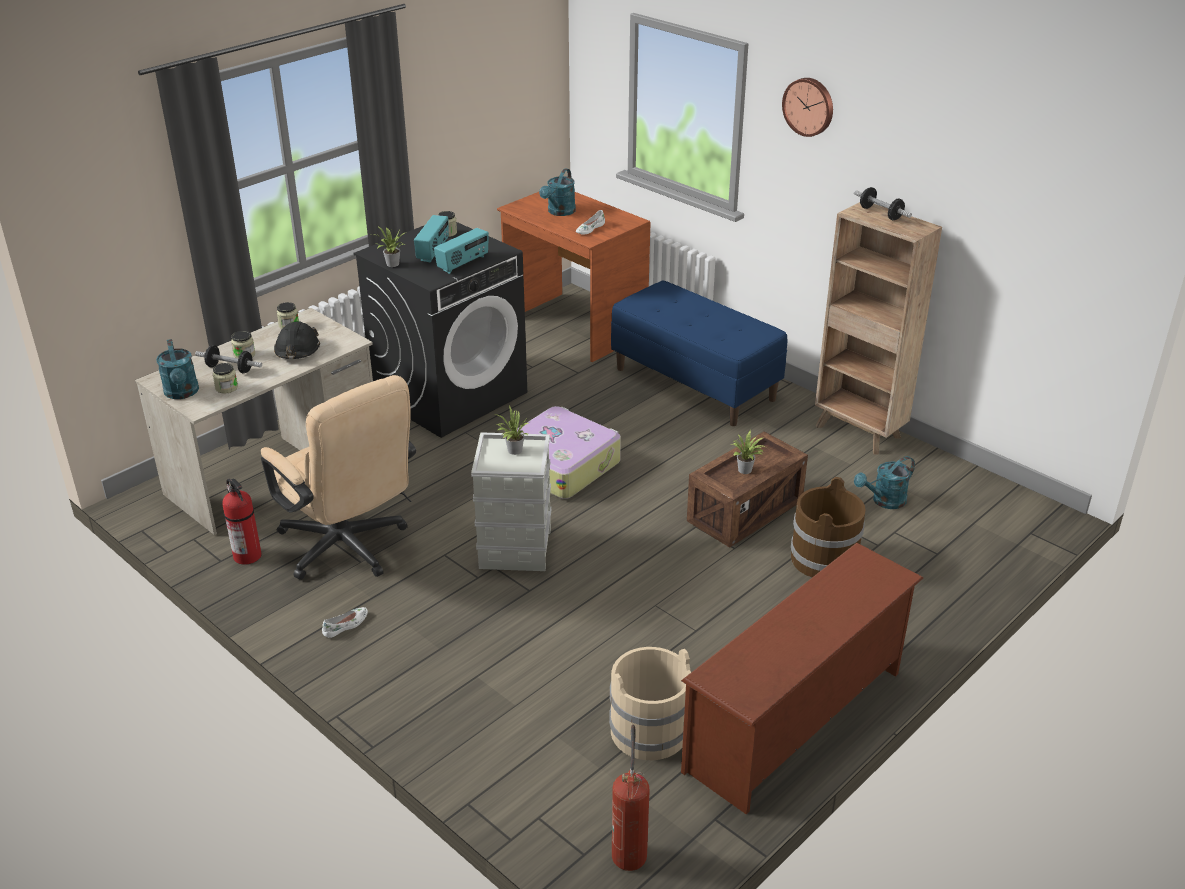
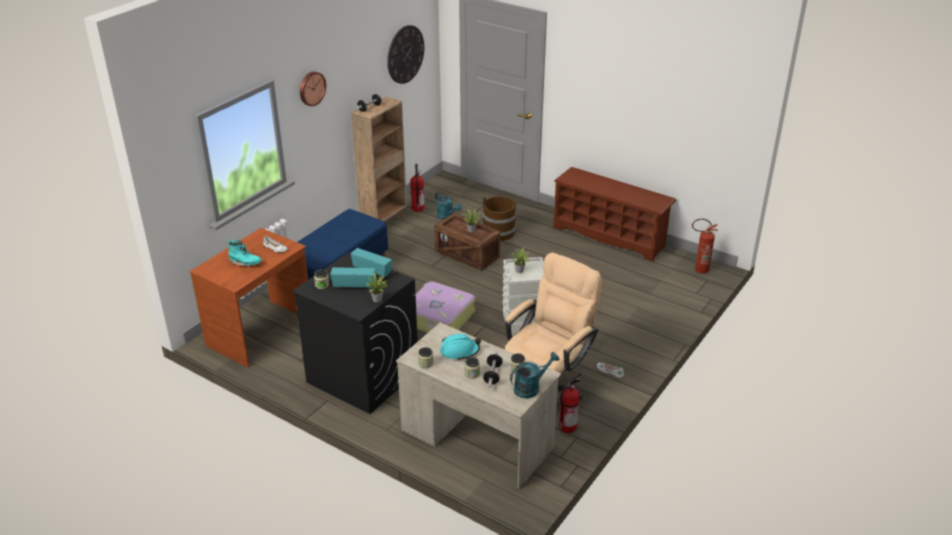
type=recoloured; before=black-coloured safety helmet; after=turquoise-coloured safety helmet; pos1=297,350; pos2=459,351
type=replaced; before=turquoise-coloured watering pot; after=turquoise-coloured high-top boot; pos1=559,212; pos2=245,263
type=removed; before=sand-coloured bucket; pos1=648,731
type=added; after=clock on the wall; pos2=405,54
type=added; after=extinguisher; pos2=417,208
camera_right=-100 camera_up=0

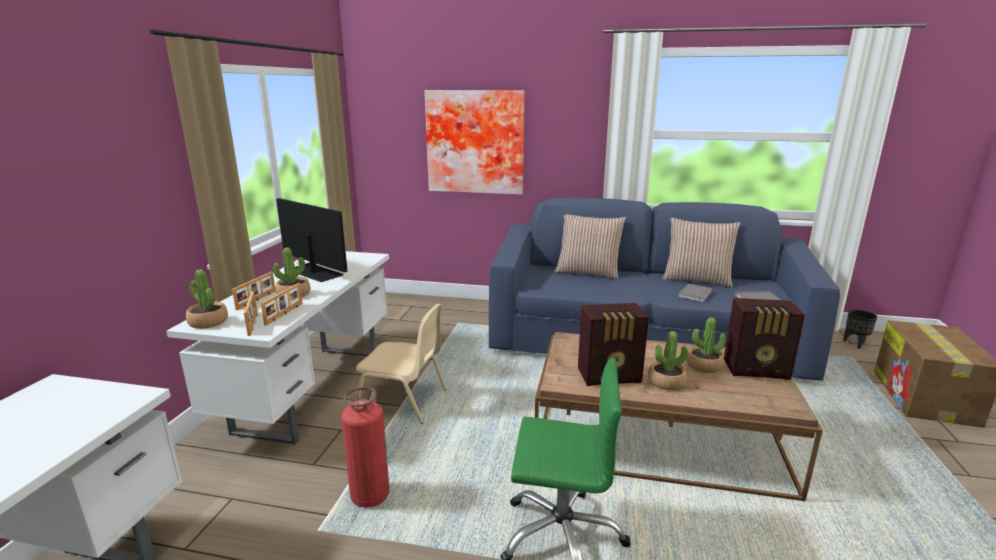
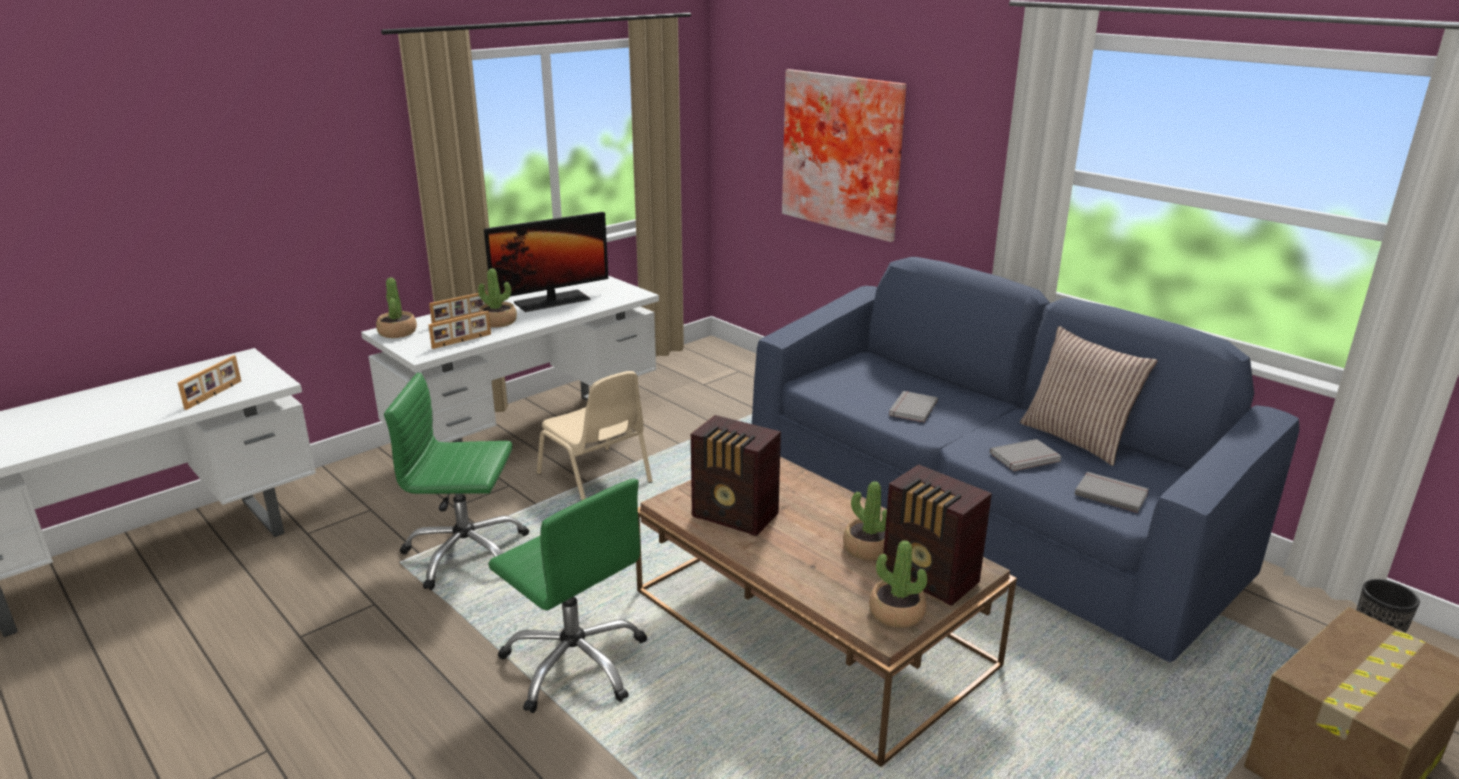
type=moved; before=photo frame; pos1=253,323; pos2=214,395
type=turned; before=monitor; pos1=315,272; pos2=552,301; turn=75
type=replaced; before=extinguisher; after=green computer chair; pos1=370,496; pos2=466,554
type=removed; before=throw pillow; pos1=588,272
type=moved; before=houseplant; pos1=666,382; pos2=896,613
type=added; after=grey bound book; pos2=911,408
camera_right=35 camera_up=5

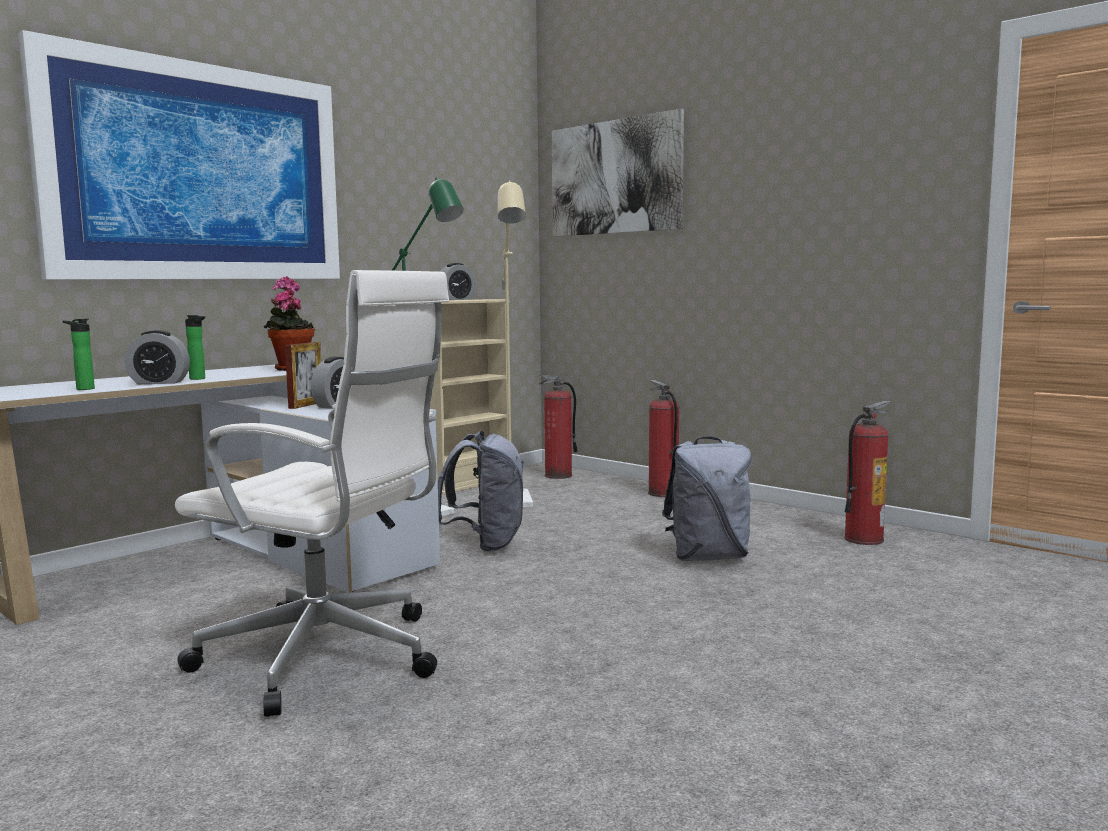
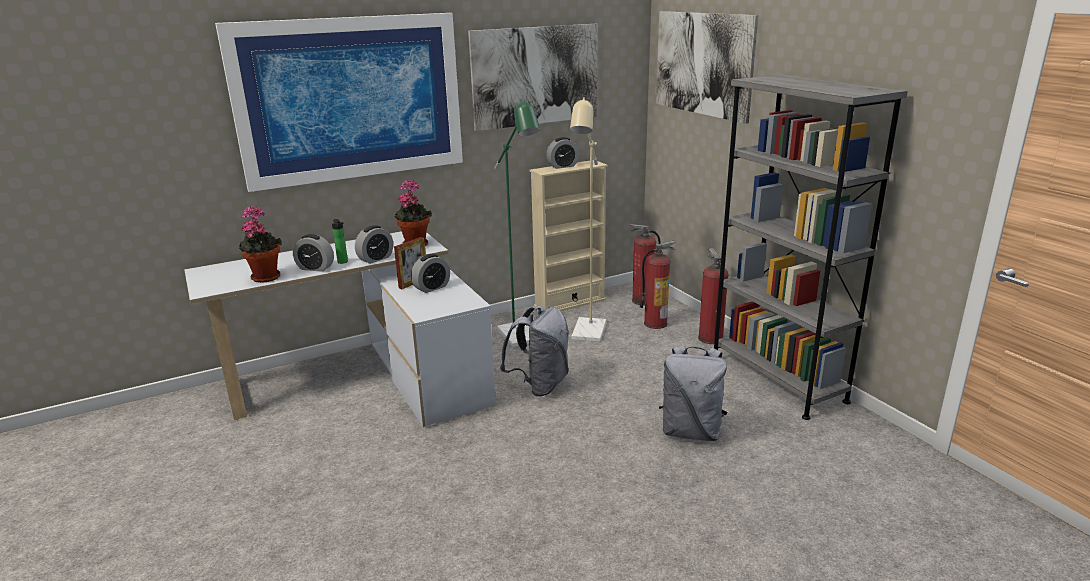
type=replaced; before=beverage bottle; after=houseplant; pos1=82,389; pos2=265,276
type=removed; before=white-coloured computer chair; pos1=328,658
type=moved; before=extinguisher; pos1=863,539; pos2=655,323
type=added; after=table clock; pos2=375,259
type=added; after=picture; pos2=536,76
type=added; after=grey bookcase; pos2=777,379
camera_right=20 camera_up=15

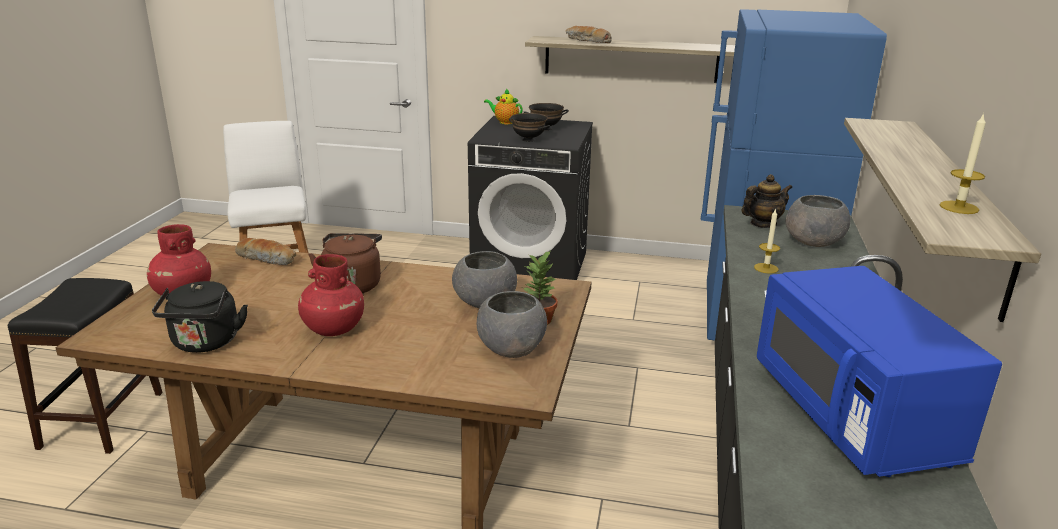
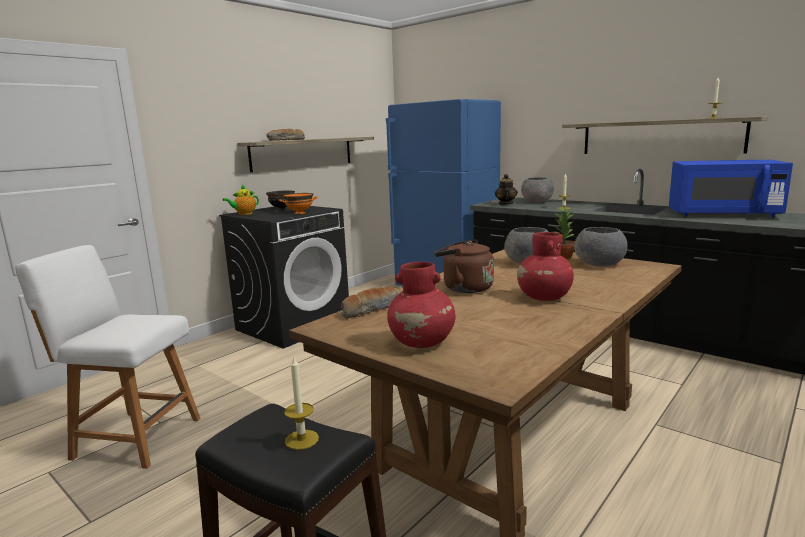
type=removed; before=black-coloured water kettle; pos1=205,343
type=recoloured; before=black-coloured bowl; after=orange bowl; pos1=528,140; pos2=299,213
type=added; after=wax light; pos2=301,439
camera_right=-60 camera_up=-10

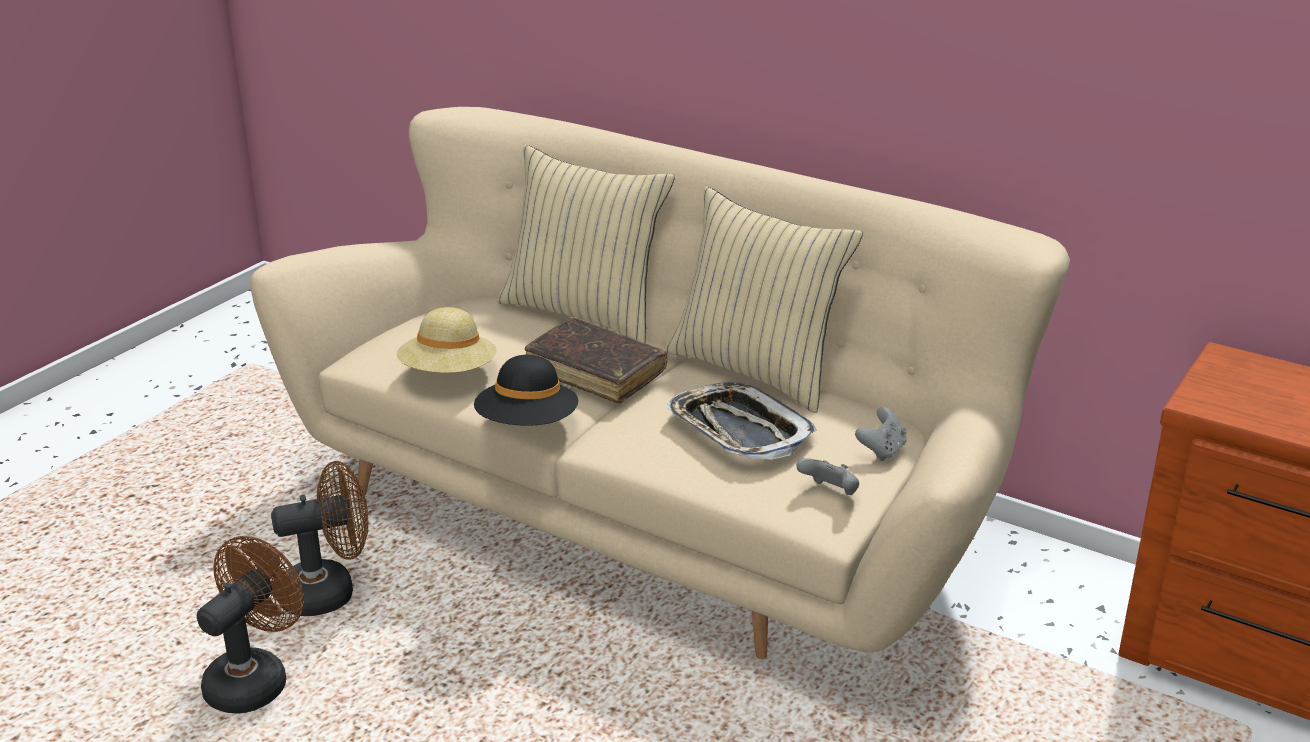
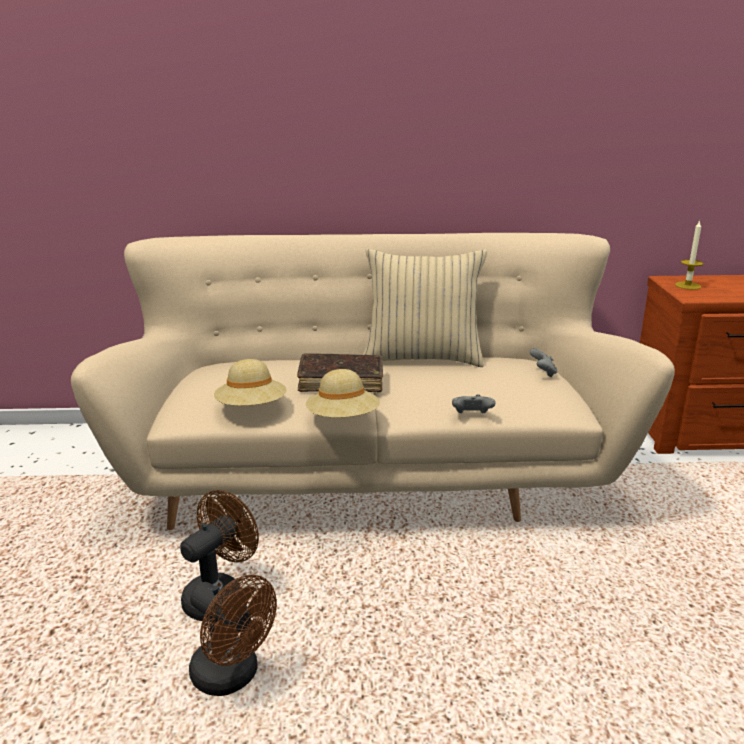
type=turned; before=brownish electric fan; pos1=254,679; pos2=232,677; turn=135
type=recoloured; before=black-coloured wearable hat; after=sand-coloured wearable hat; pos1=527,425; pos2=343,419
type=removed; before=sand-coloured throw pillow; pos1=584,313
type=removed; before=serving tray; pos1=738,431
type=moved; before=grey joypad; pos1=830,493; pos2=472,416
type=added; after=wax light; pos2=687,285
camera_right=-35 camera_up=-5

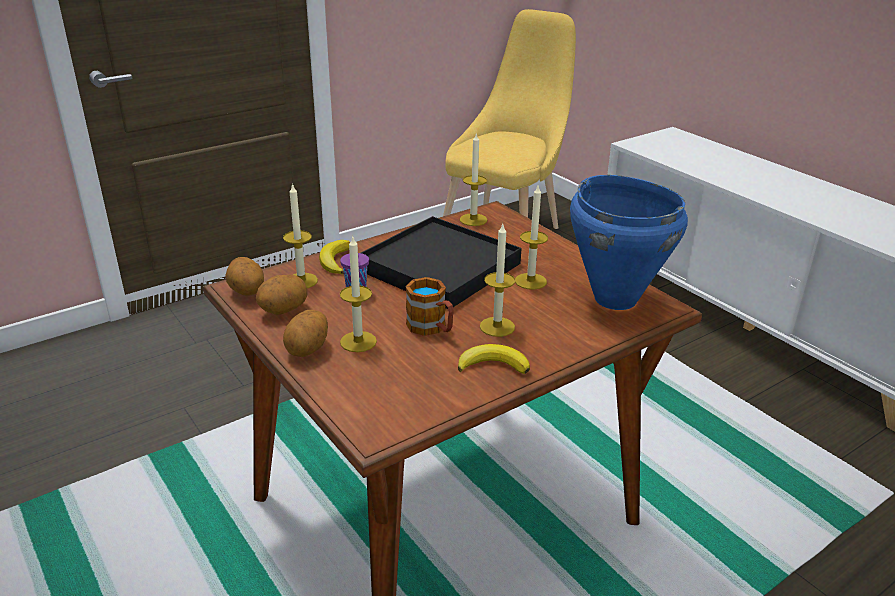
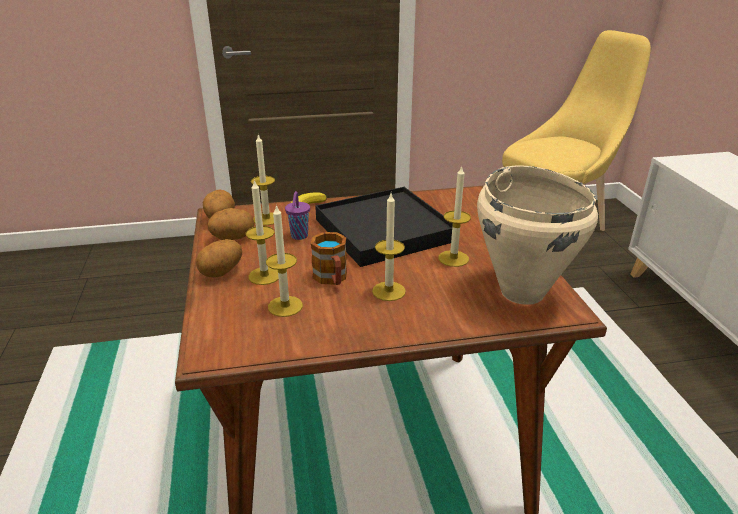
type=removed; before=banana; pos1=493,365
type=moved; before=wax light; pos1=473,220; pos2=285,306
type=recoloured; before=blue-coloured cooking pot; after=sand-coloured cooking pot; pos1=615,298; pos2=522,292
camera_right=25 camera_up=0

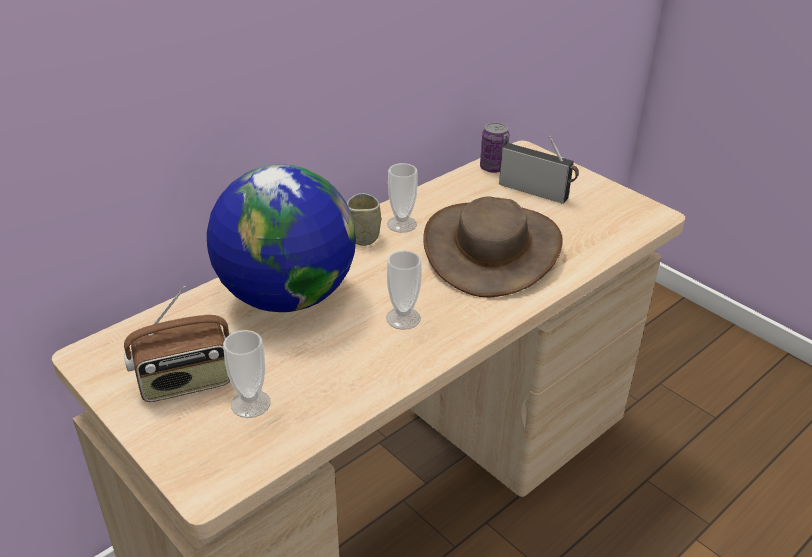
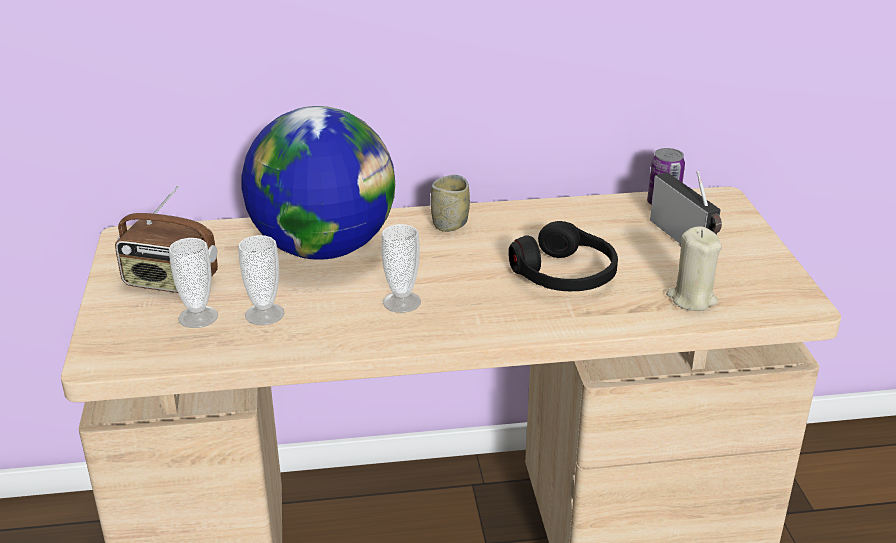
type=moved; before=cup; pos1=402,224; pos2=264,314
type=replaced; before=brownish wearable hat; after=black-coloured headphones; pos1=492,249; pos2=565,275
type=added; after=sand-coloured wax light; pos2=691,299
camera_right=35 camera_up=-5

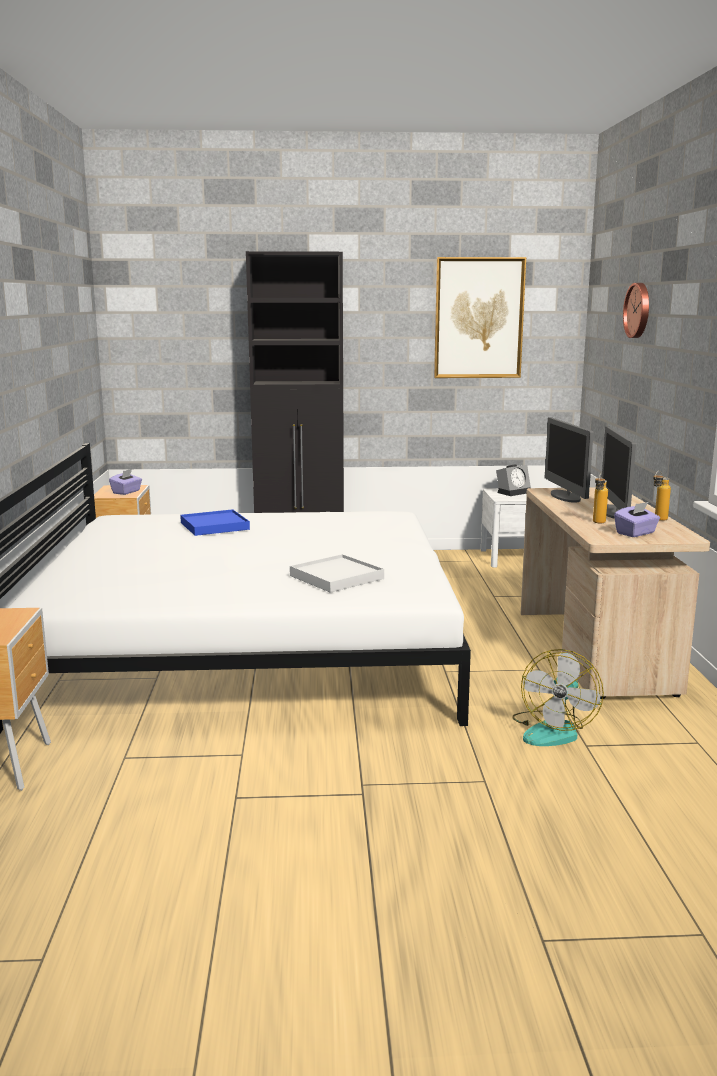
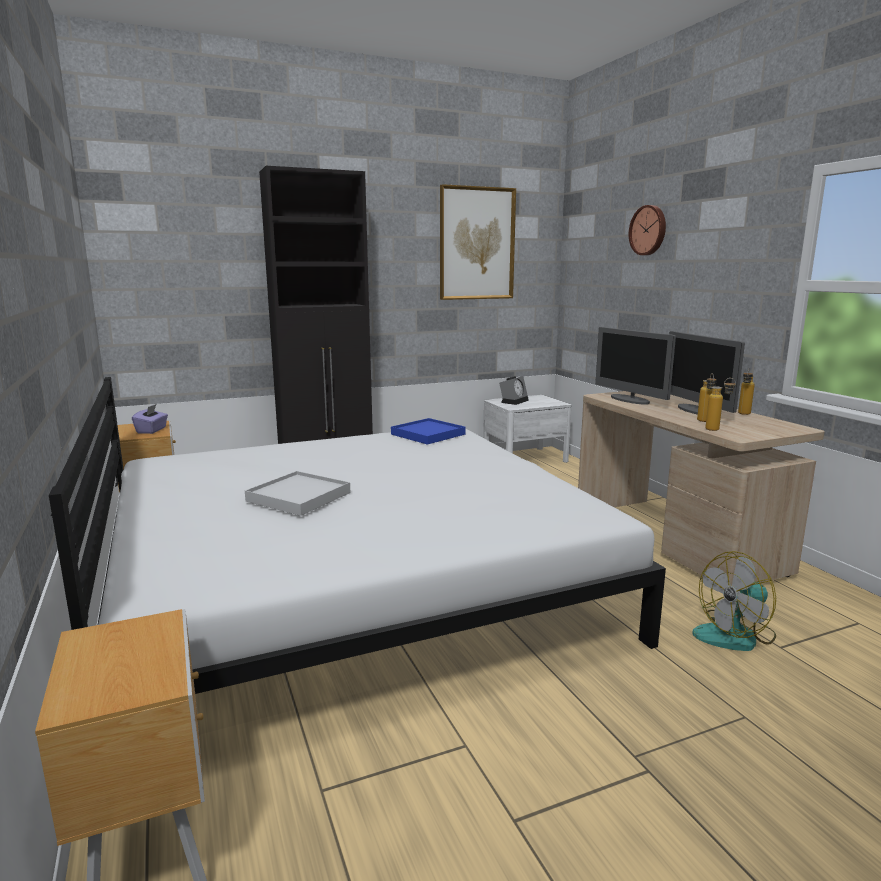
type=moved; before=blue-coloured serving tray; pos1=214,526; pos2=428,434
type=moved; before=white-coloured serving tray; pos1=336,577; pos2=298,497
type=turned; before=electric fan; pos1=553,730; pos2=735,635; turn=60
type=removed; before=purple tissue box; pos1=636,533
type=added; after=beverage bottle; pos2=717,429
camera_right=-20 camera_up=0

